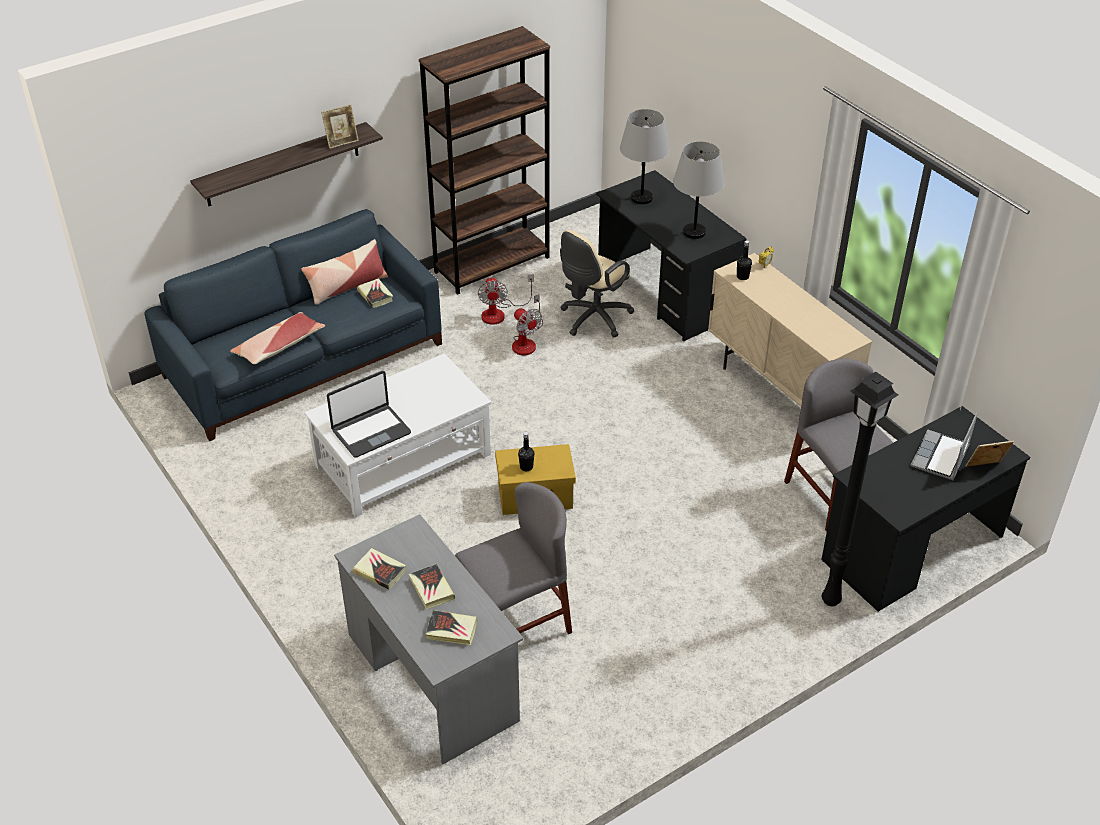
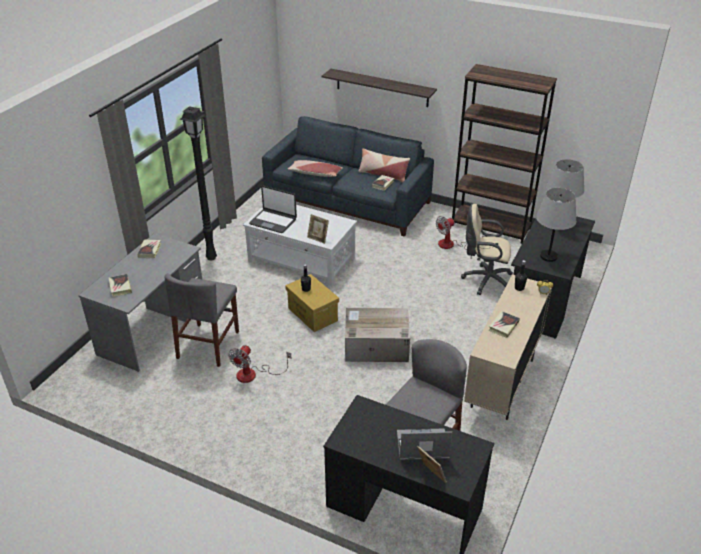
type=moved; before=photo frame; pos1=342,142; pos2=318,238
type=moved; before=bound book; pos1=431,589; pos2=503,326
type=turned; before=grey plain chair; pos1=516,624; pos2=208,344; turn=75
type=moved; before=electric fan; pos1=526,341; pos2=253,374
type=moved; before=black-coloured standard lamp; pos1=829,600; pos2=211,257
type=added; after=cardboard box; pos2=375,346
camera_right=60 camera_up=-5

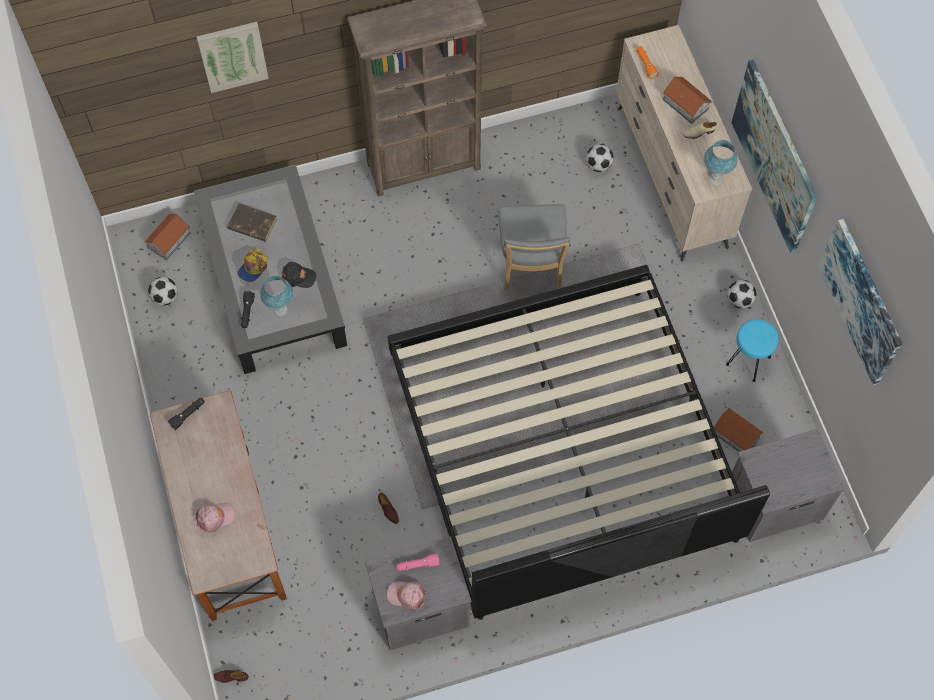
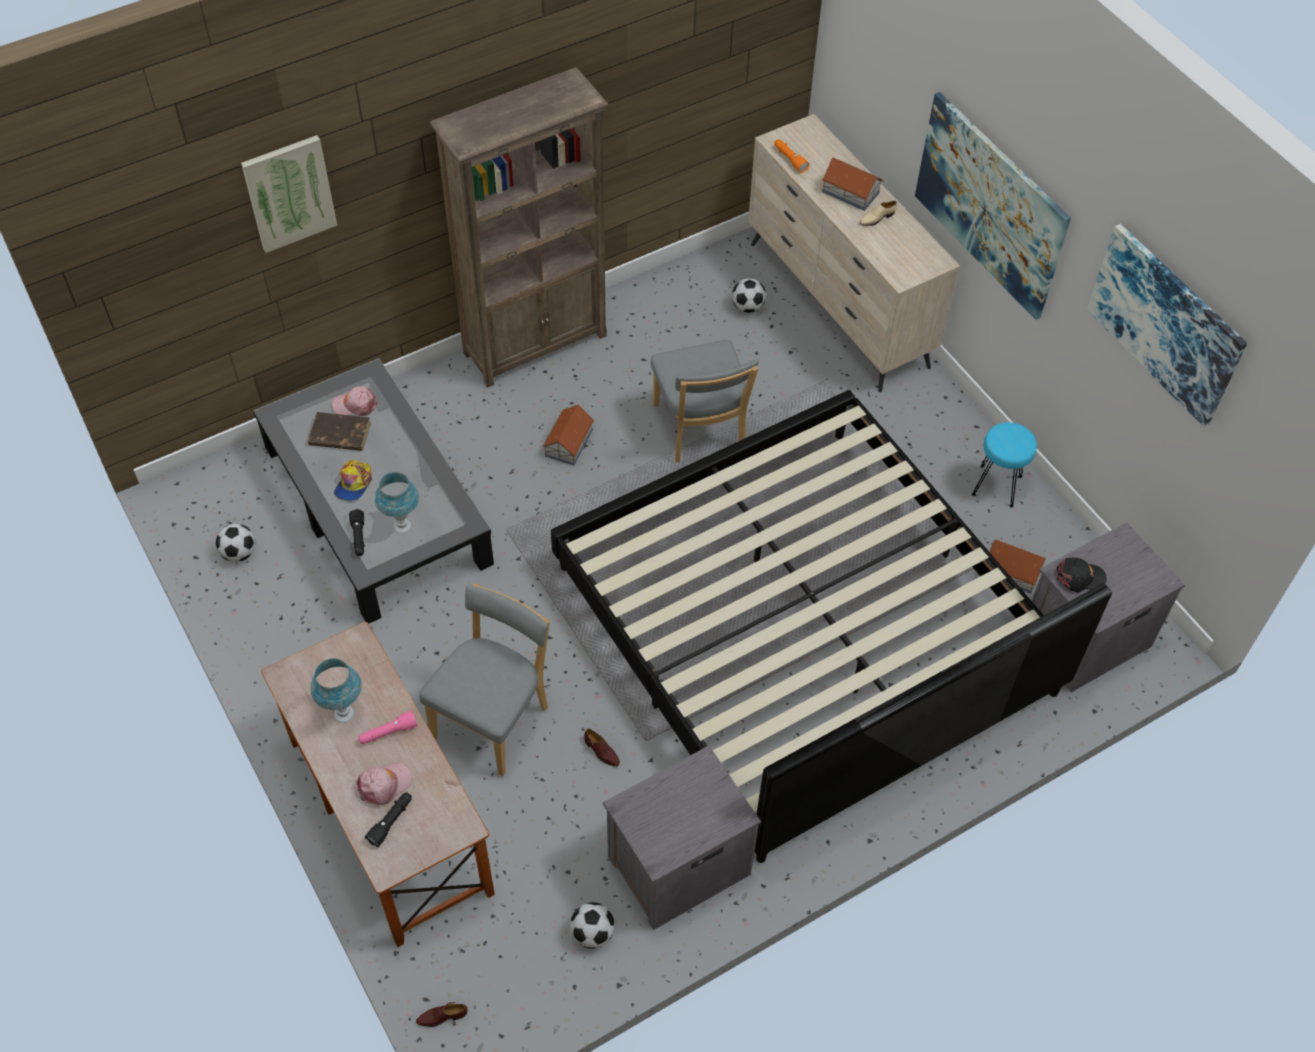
type=moved; before=miniature house; pos1=168,240; pos2=568,443
type=moved; before=black-coloured hand torch; pos1=188,414; pos2=391,821
type=moved; before=black-coloured baseball cap; pos1=298,277; pos2=1080,577
type=moved; before=pink baseball cap; pos1=406,595; pos2=355,405
type=moved; before=pink hand torch; pos1=417,565; pos2=388,733
type=moved; before=blue-coloured table lamp; pos1=715,179; pos2=344,714
type=moved; before=football; pos1=739,300; pos2=592,933
type=added; after=grey plain chair; pos2=494,719
camera_right=-15 camera_up=-10

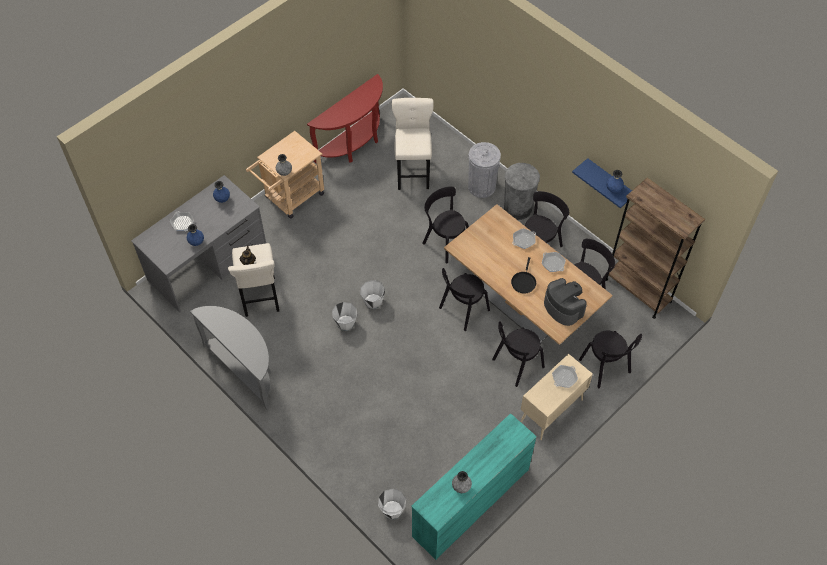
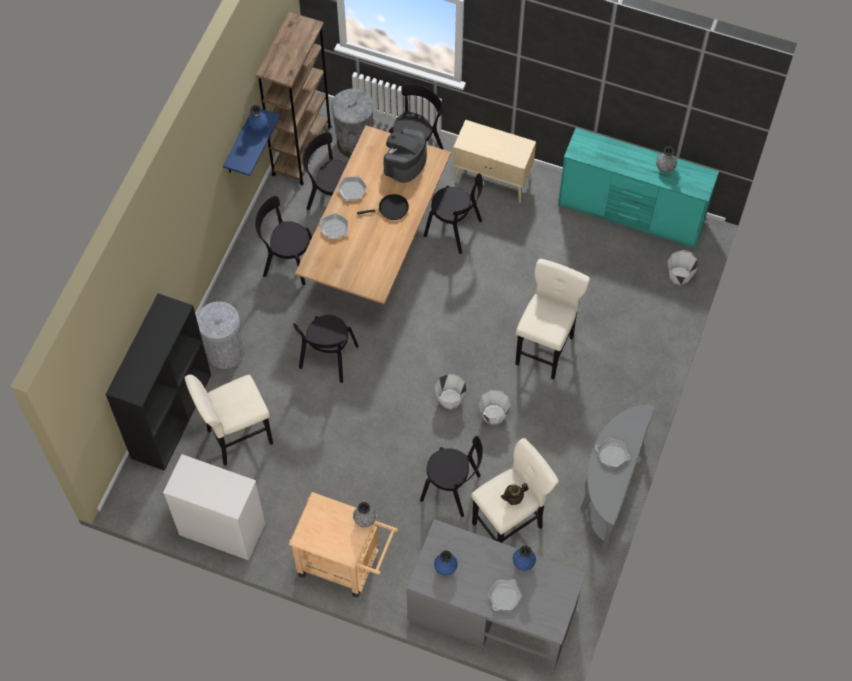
type=replaced; before=red console table; after=white-coloured drawer chest; pos1=354,145; pos2=221,529
type=moved; before=black-coloured plain chair; pos1=462,310; pos2=453,489
type=moved; before=grey waste bin; pos1=517,208; pos2=354,143
type=moved; before=frying pan; pos1=564,378; pos2=612,454
type=added; after=black-coloured bookcase; pos2=171,415
type=added; after=sand-coloured sitting stool; pos2=545,348
camera_right=-115 camera_up=5

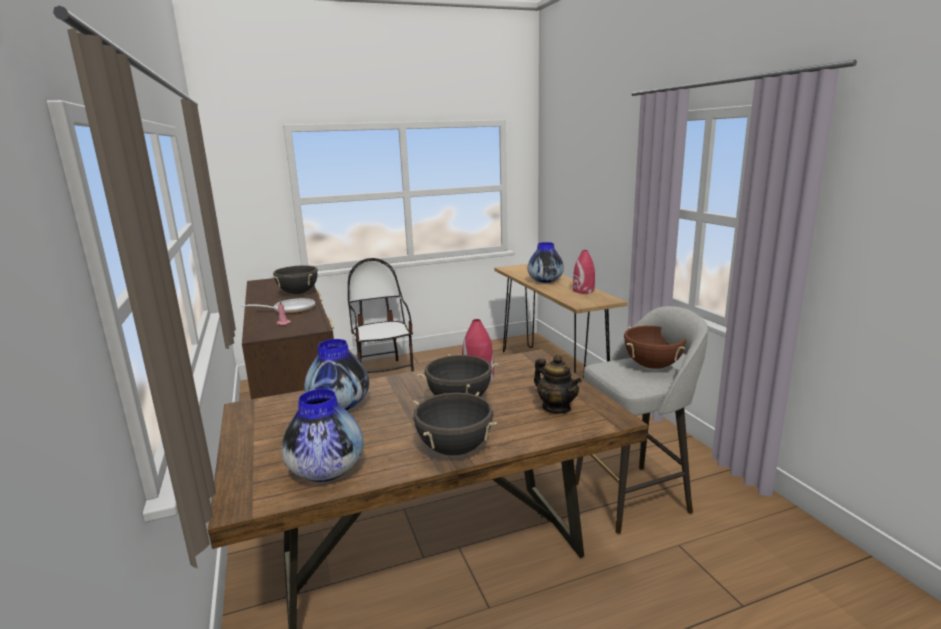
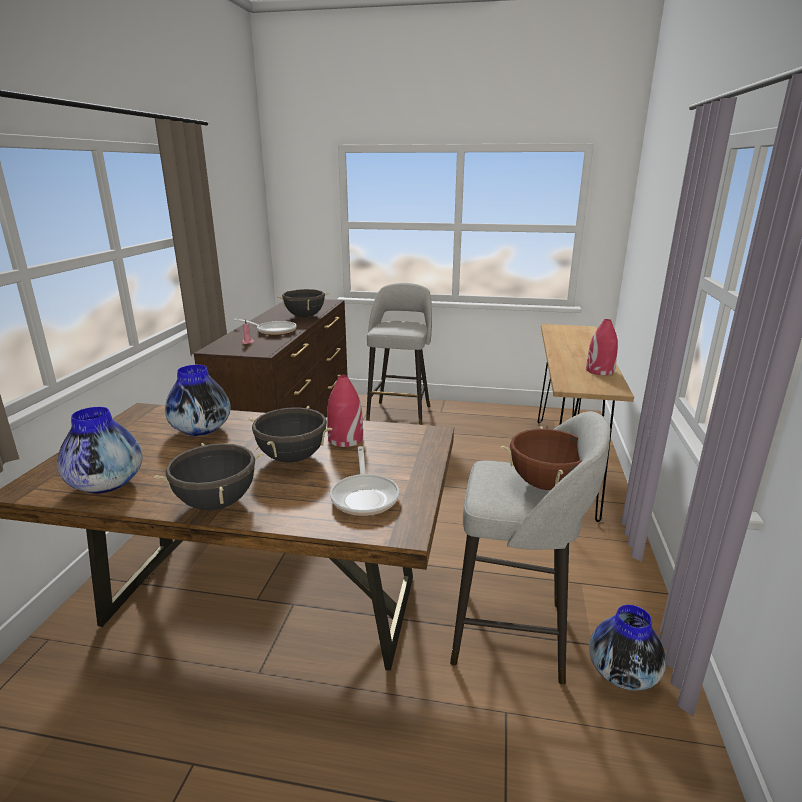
type=replaced; before=plain chair; after=grey sitting stool; pos1=384,373; pos2=400,414
type=moved; before=vase; pos1=545,281; pos2=621,673
type=replaced; before=tea pot; after=frying pan; pos1=556,408; pos2=365,496
camera_right=30 camera_up=5

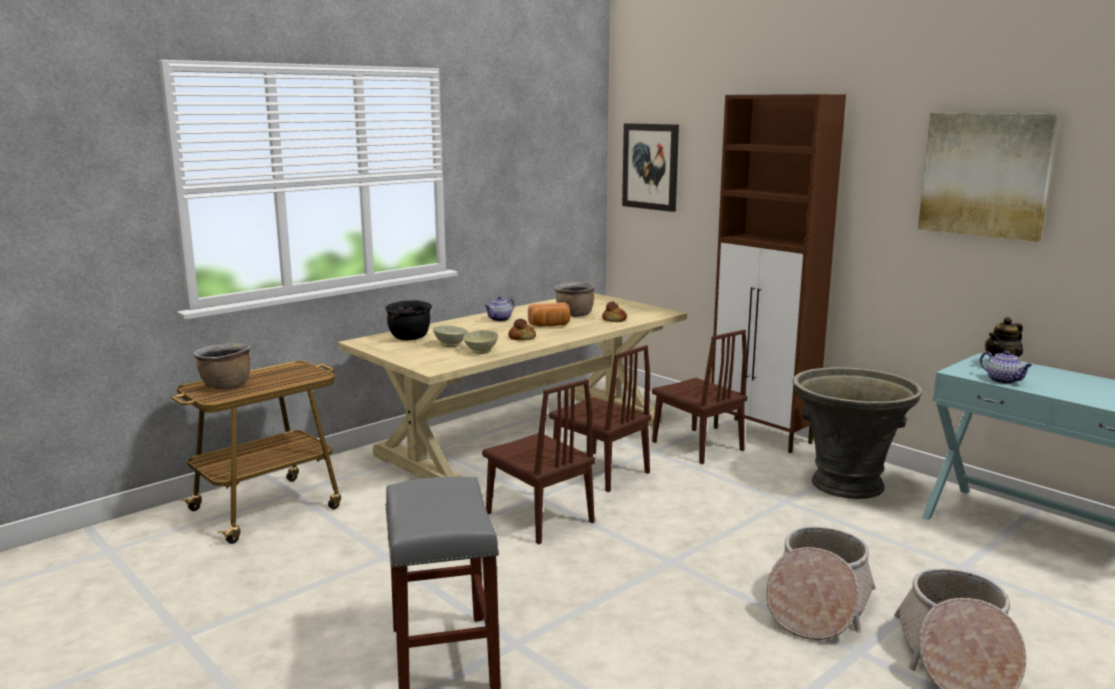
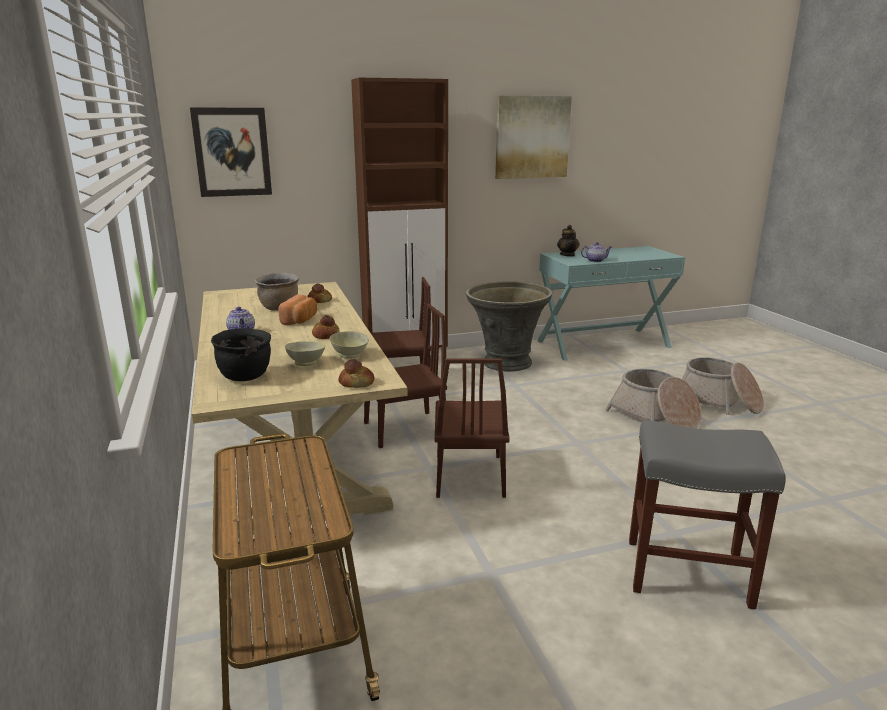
type=removed; before=brownish cooking pot; pos1=226,386
type=turned; before=brownish plain chair; pos1=539,517; pos2=469,475; turn=105
type=added; after=bread; pos2=357,383
camera_right=-65 camera_up=5

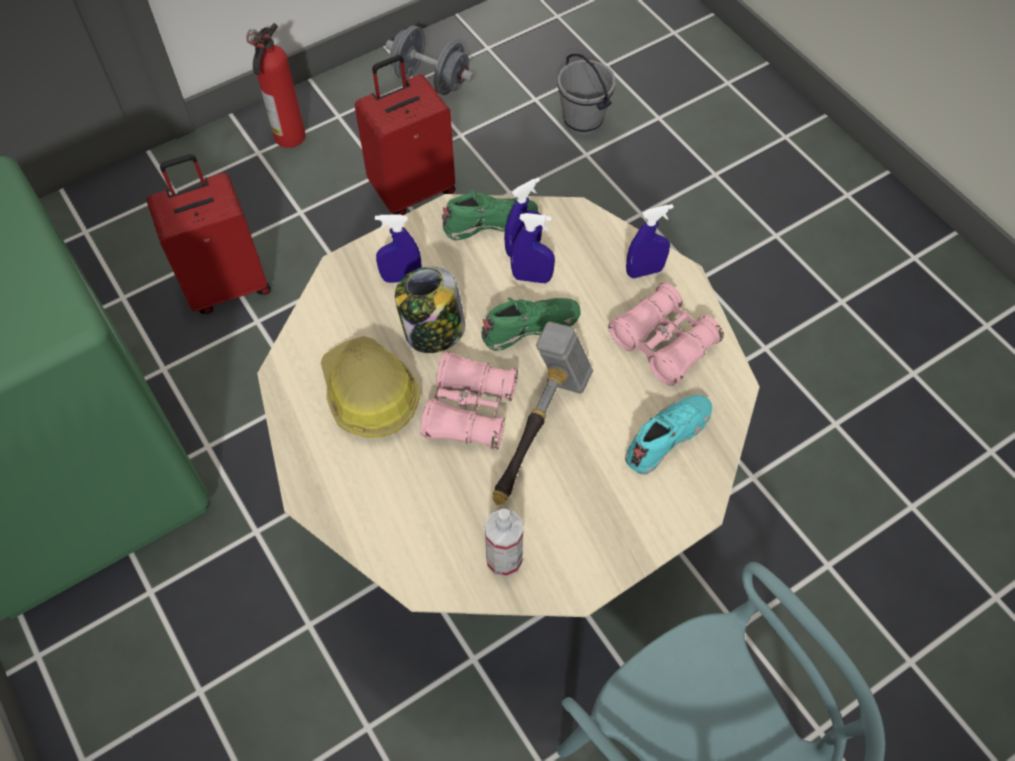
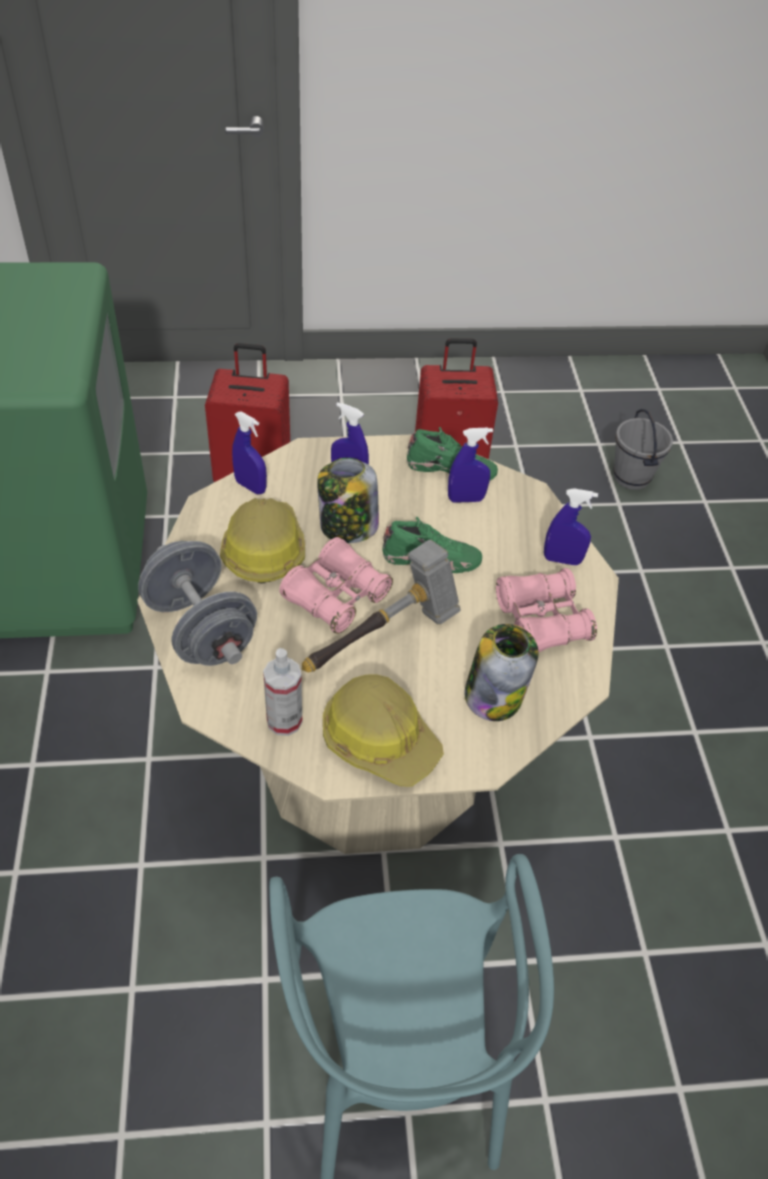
type=removed; before=extinguisher; pos1=288,138
type=moved; before=grey hand weight; pos1=431,80; pos2=201,629
type=moved; before=blue-coloured hand sprayer; pos1=532,278; pos2=250,486
type=replaced; before=turquoise-coloured low shoe; after=preserve jar; pos1=666,436; pos2=494,694
type=added; after=safety helmet; pos2=379,739
camera_right=25 camera_up=-10

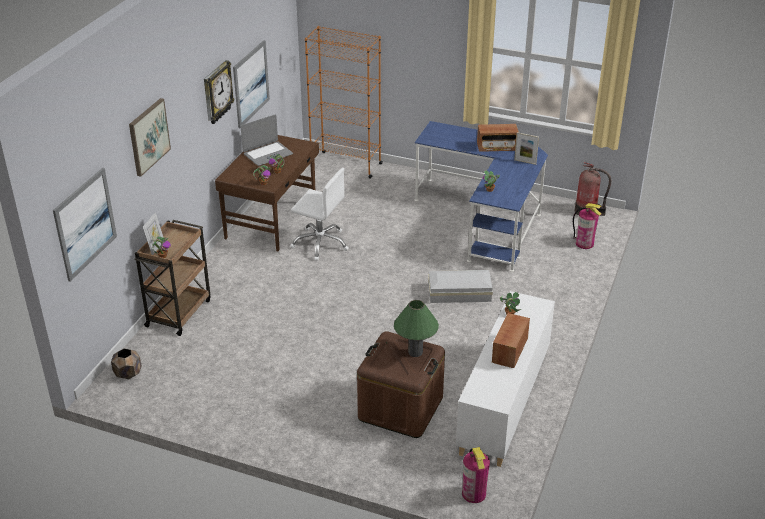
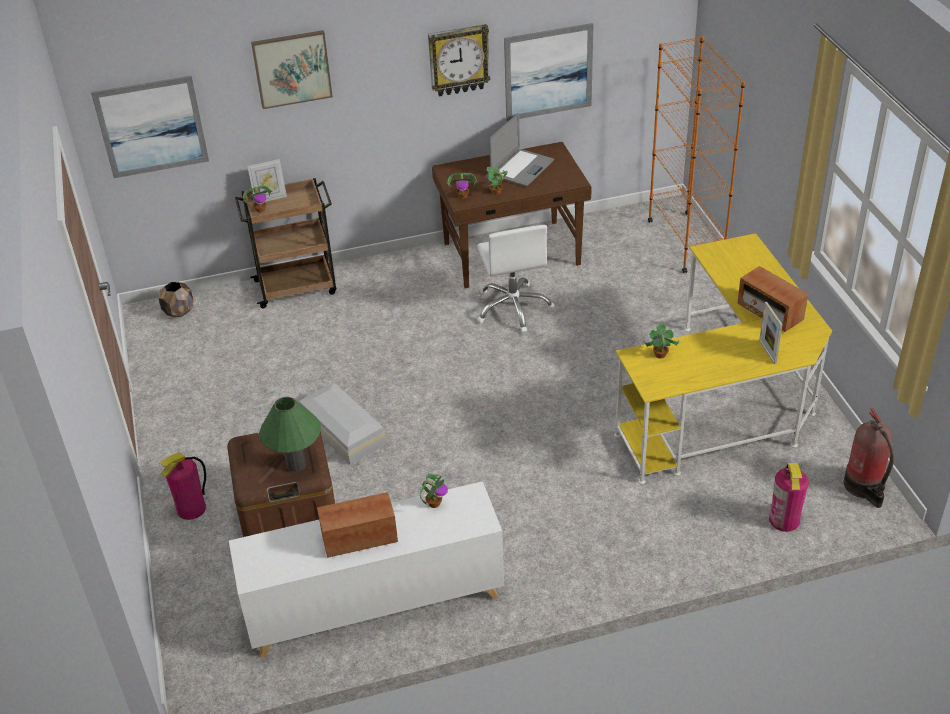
type=turned; before=notebook computer; pos1=267,154; pos2=521,168; turn=-75
type=recoloured; before=blue-coloured desk table; after=yellow desk table; pos1=486,218; pos2=725,403
type=moved; before=white-coloured storage container; pos1=460,293; pos2=342,432
type=moved; before=extinguisher; pos1=474,493; pos2=191,508
camera_right=55 camera_up=5

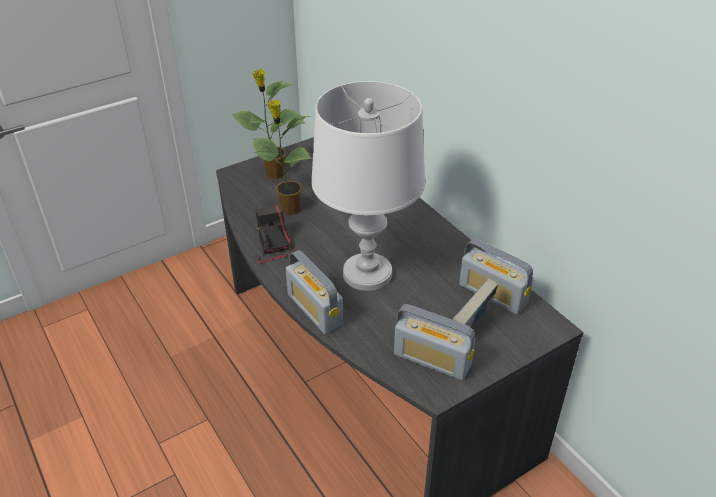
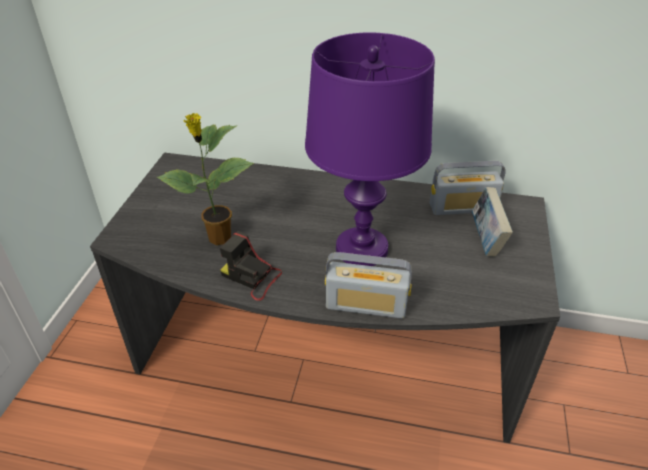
type=removed; before=houseplant; pos1=274,174
type=recoloured; before=white-coloured table lamp; after=purple table lamp; pos1=367,274; pos2=361,249
type=removed; before=radio set; pos1=432,360
camera_right=-45 camera_up=0

